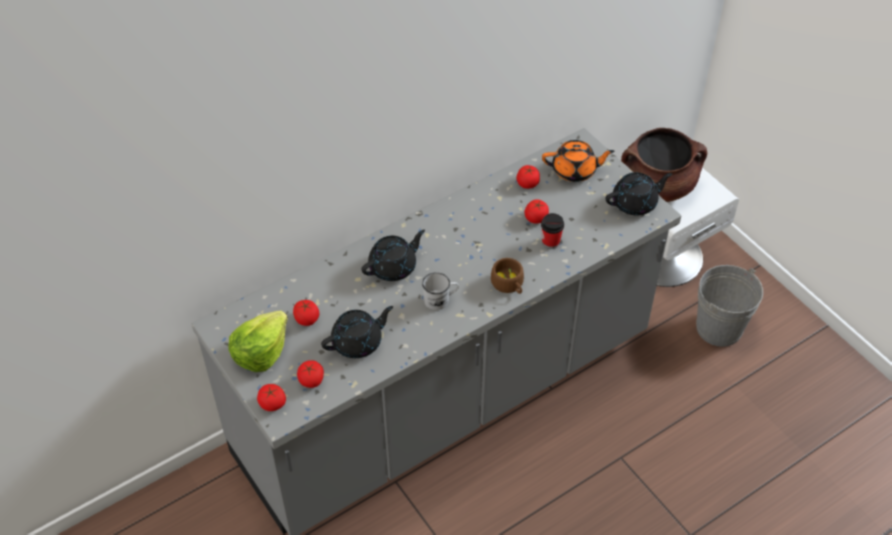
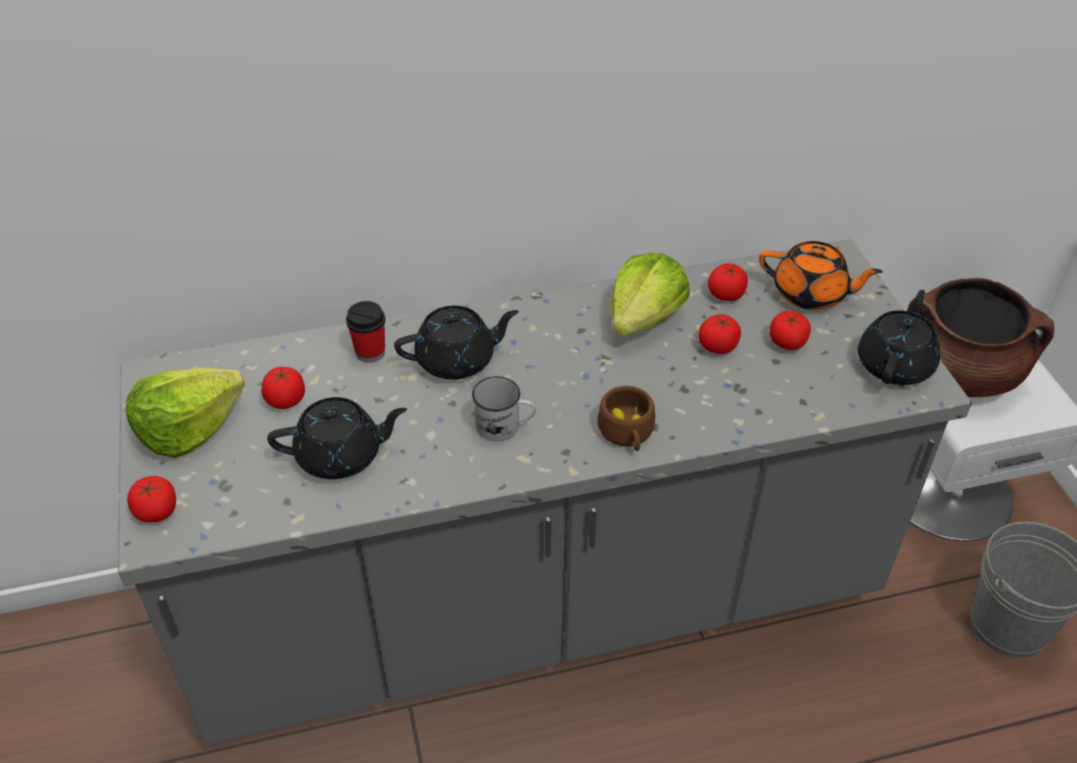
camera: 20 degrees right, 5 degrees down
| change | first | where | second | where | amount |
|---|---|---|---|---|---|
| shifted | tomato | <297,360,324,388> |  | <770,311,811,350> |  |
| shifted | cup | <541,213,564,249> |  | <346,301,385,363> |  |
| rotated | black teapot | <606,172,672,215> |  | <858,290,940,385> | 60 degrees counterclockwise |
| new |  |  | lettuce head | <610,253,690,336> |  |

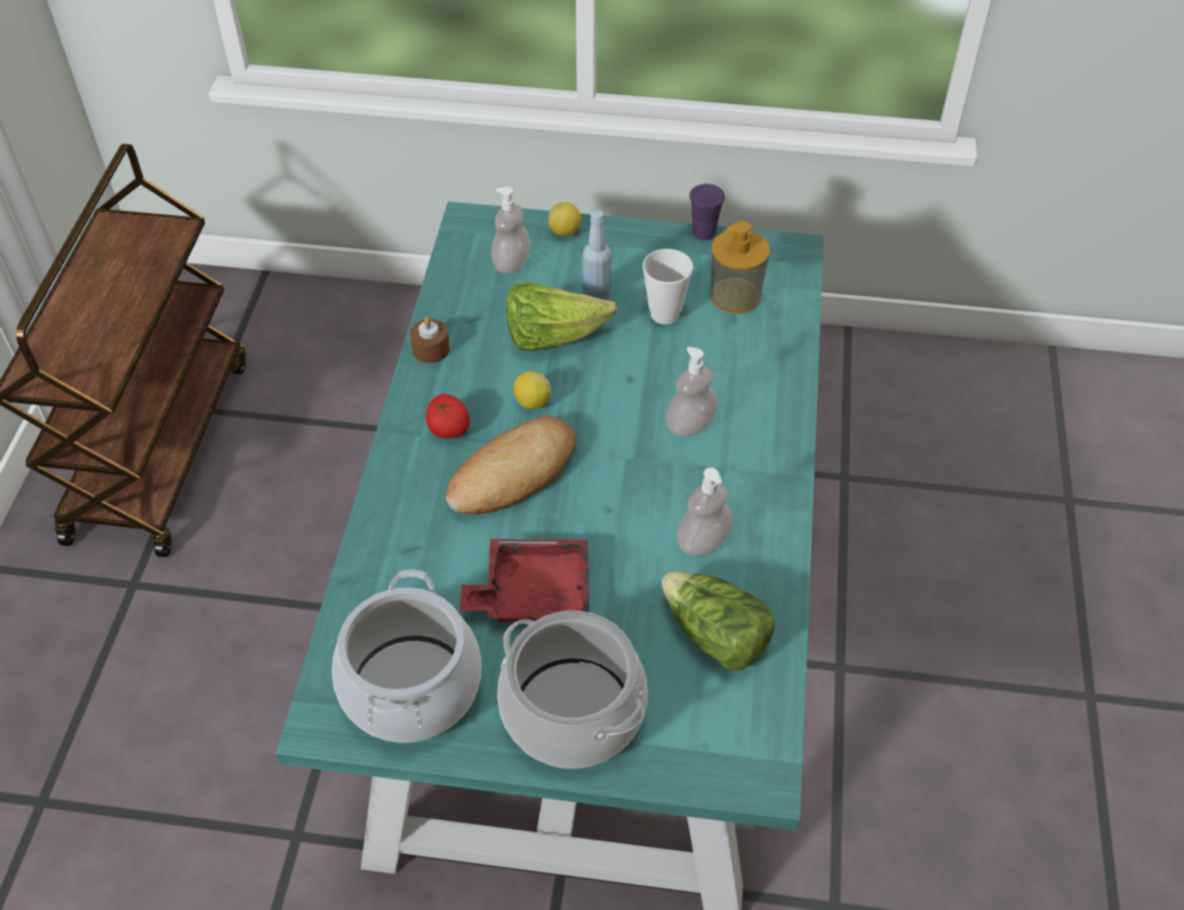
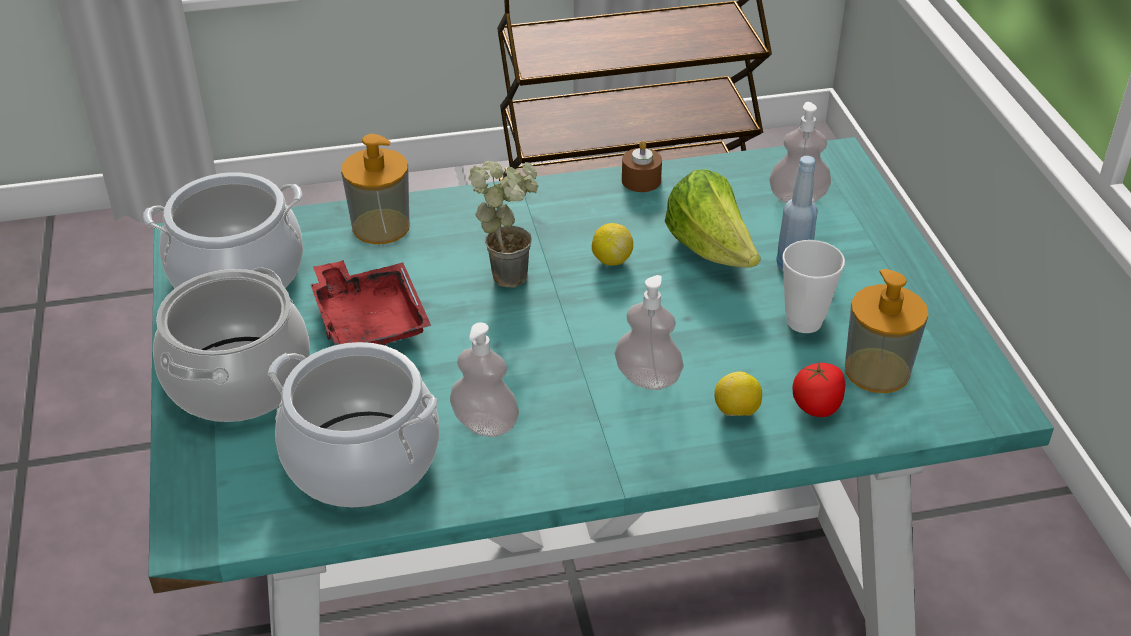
camera: 70 degrees right, 10 degrees down
| change | first | where | second | where | amount |
|---|---|---|---|---|---|
| shifted | tomato | <426,394,470,438> |  | <793,363,845,417> |  |
| swapped | bakery bread | <446,416,576,514> | houseplant | <469,161,539,288> |  |
| shifted | lemon | <548,202,581,236> |  | <714,371,762,416> |  |
| swapped | lettuce head | <662,571,776,671> | saucepot | <268,342,439,508> |  |
| gone | purplish cup | <689,184,725,240> |  |  |  |
| new |  |  | liquid soap bottle | <341,134,410,244> |  |

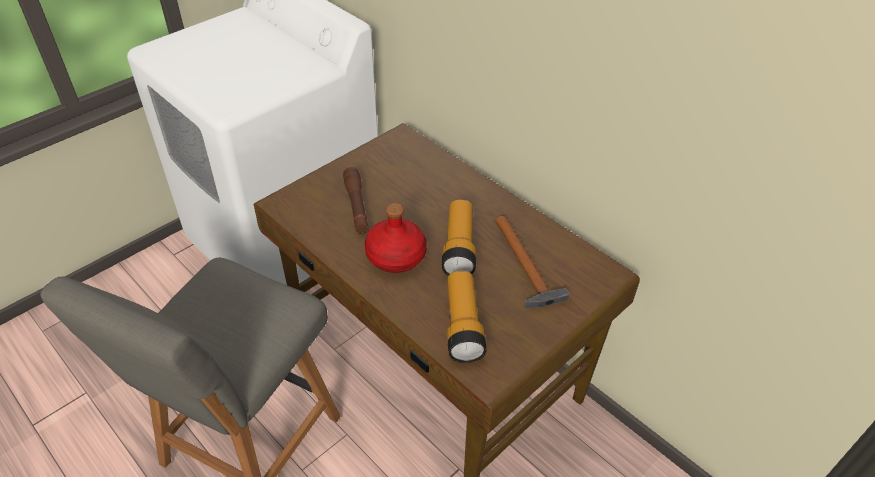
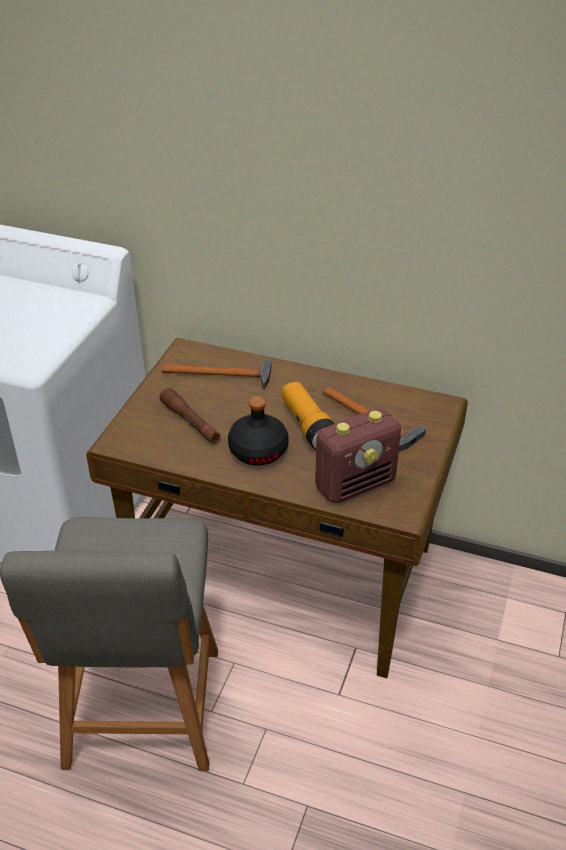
camera: 25 degrees left, 5 degrees down
| change | first | where | second | where | amount |
|---|---|---|---|---|---|
| repainted | red drink bottle | <364,203,427,273> | black drink bottle | <228,396,289,465> |  |
| swapped | flashlight | <447,271,486,363> | radio receiver | <315,408,401,504> |  |
| new |  |  | tool hammer | <162,359,272,390> |  |

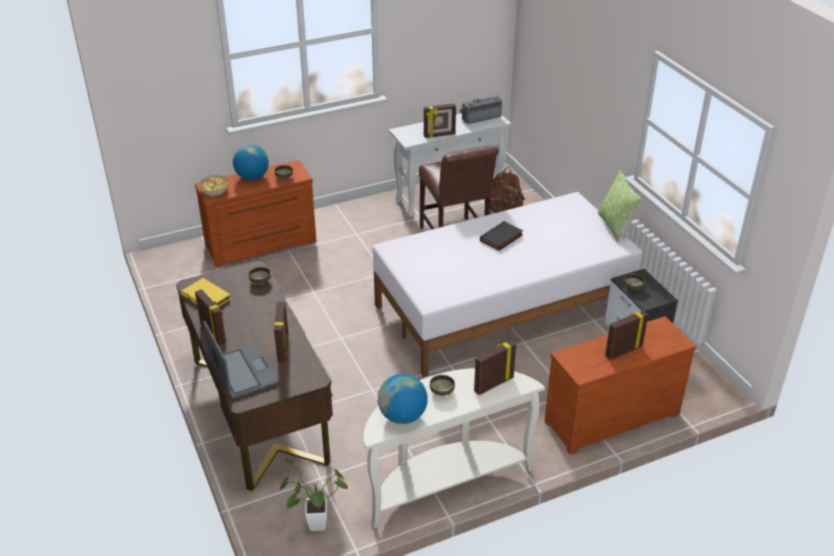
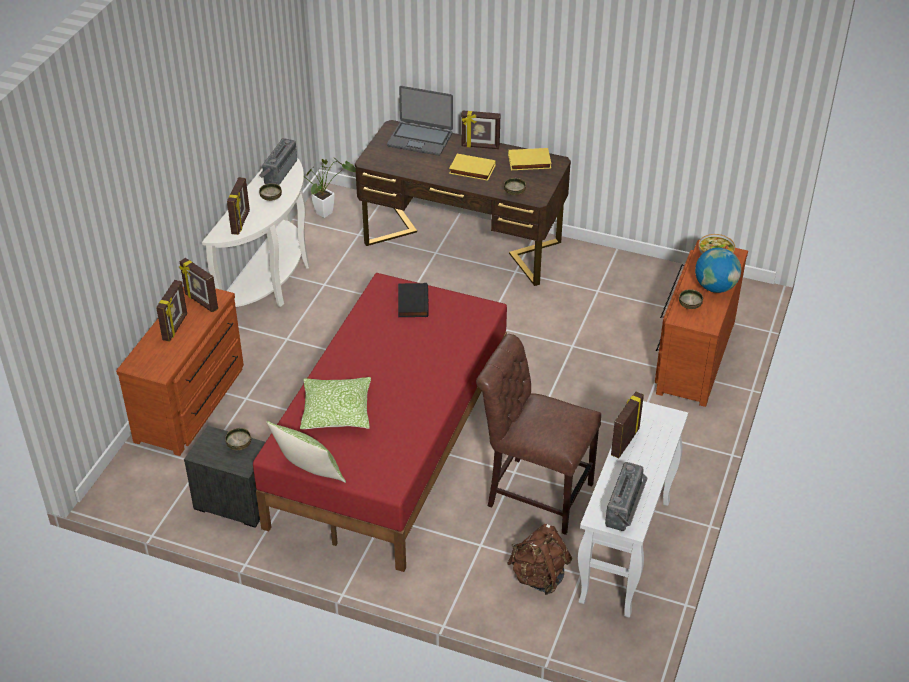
camera: 135 degrees right, 5 degrees up
| change | first | where | second | where | amount |
|---|---|---|---|---|---|
| shifted | standing frame | <274,302,289,363> |  | <179,258,218,313> |  |
| repainted | whitish bed | <373,192,643,377> | red bed | <253,273,507,572> |  |
| swapped | world globe | <378,374,428,424> | radio receiver | <259,138,297,185> |  |
| shifted | black volume | <480,221,523,251> |  | <398,283,429,317> |  |
| new |  |  | pillow | <300,377,371,429> |  |
| new |  |  | yellowish volume | <449,154,496,181> |  |

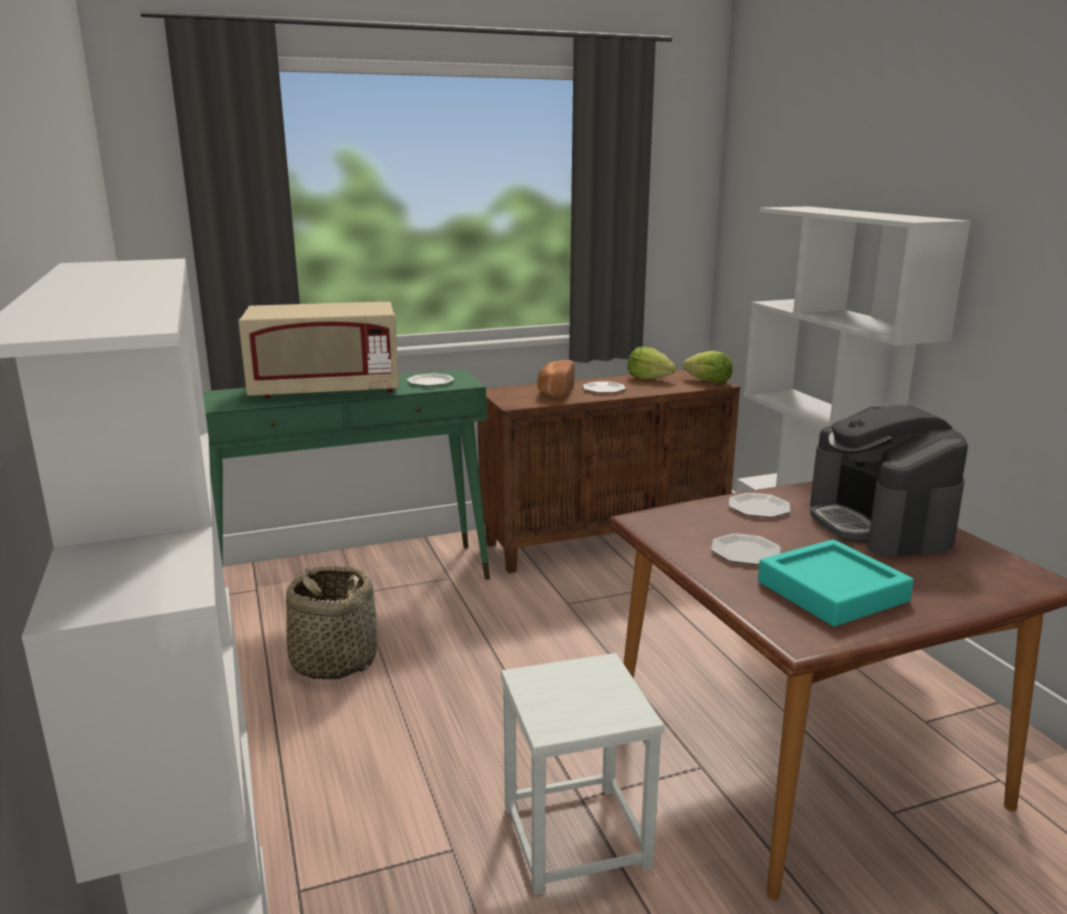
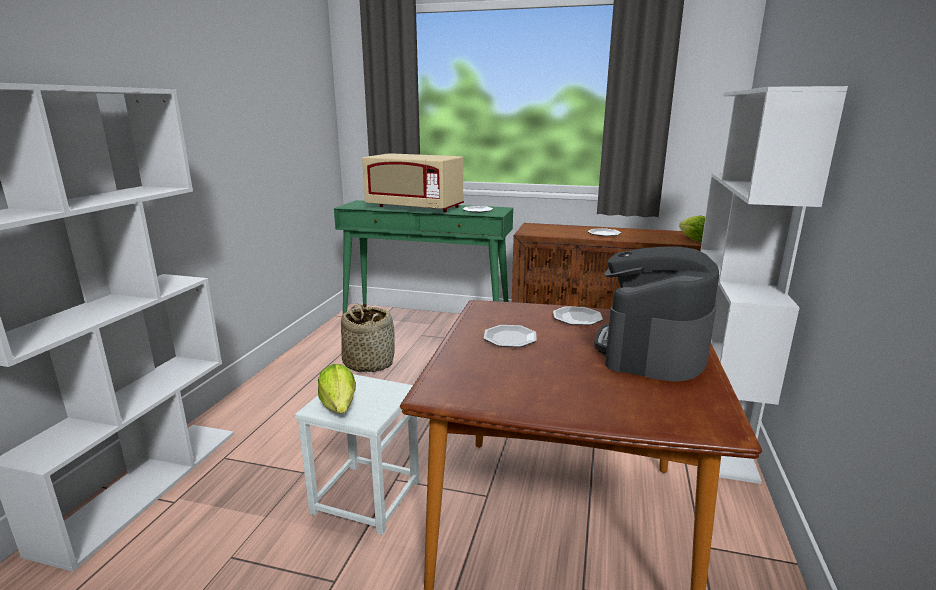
camera: 35 degrees right, 0 degrees up
| change | first | where | second | where | amount |
|---|---|---|---|---|---|
| gone | bakery bread | <537,360,575,399> |  |  |  |
| shifted | lettuce head | <627,347,676,380> |  | <318,364,356,414> |  |
| gone | blue-green carrying tray | <758,539,914,627> |  |  |  |

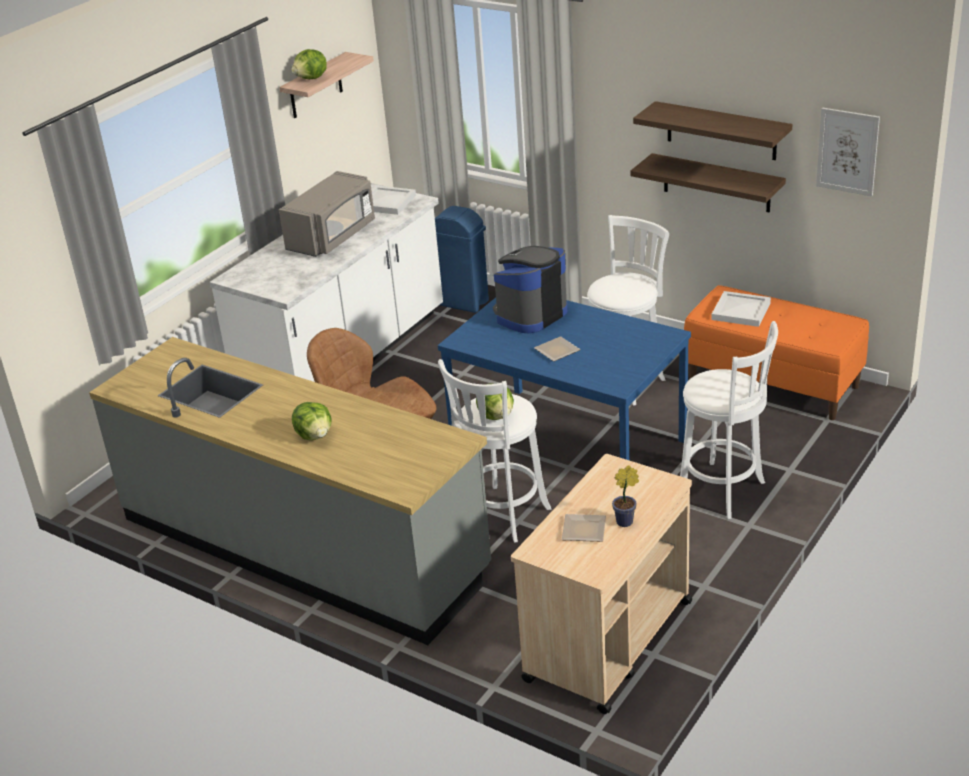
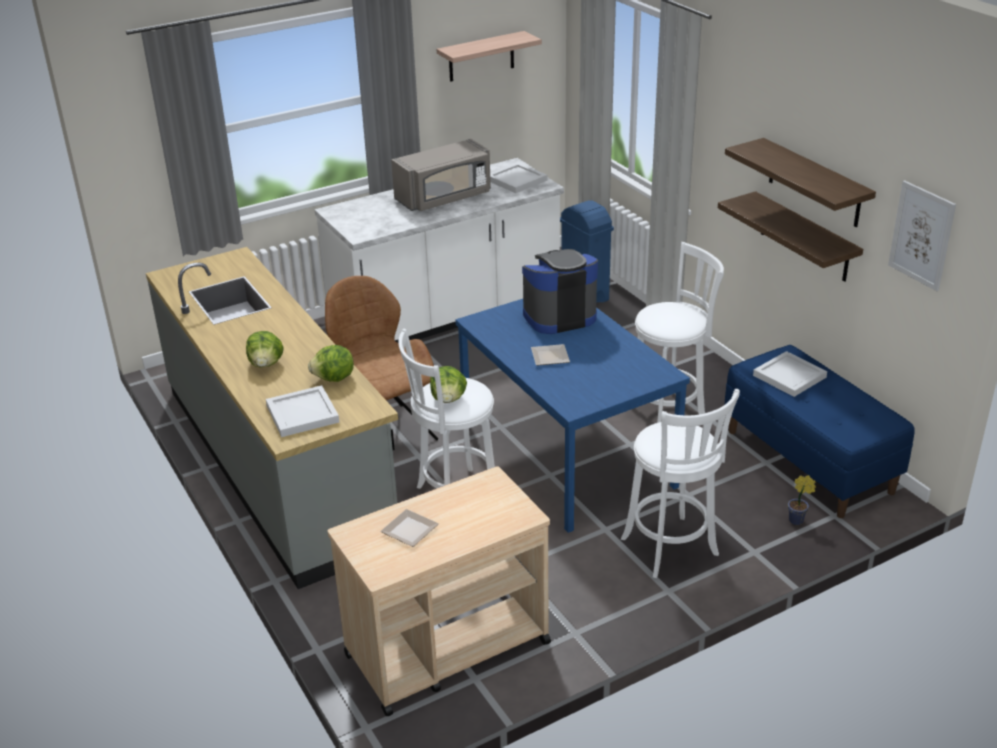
camera: 25 degrees right, 0 degrees up
| change | first | where | second | where | amount |
|---|---|---|---|---|---|
| shifted | lettuce head | <291,49,327,79> |  | <308,345,354,382> |  |
| shifted | houseplant | <612,465,639,527> |  | <788,475,816,525> |  |
| repainted | orange-coloured long seat | <684,285,869,420> | blue-coloured long seat | <724,345,914,518> |  |
| new |  |  | whitish carrying tray | <266,385,339,437> |  |

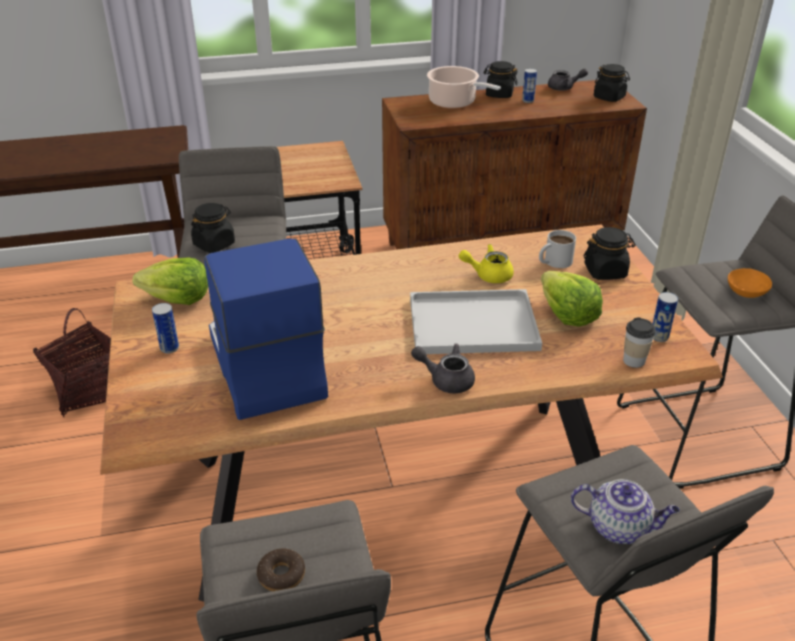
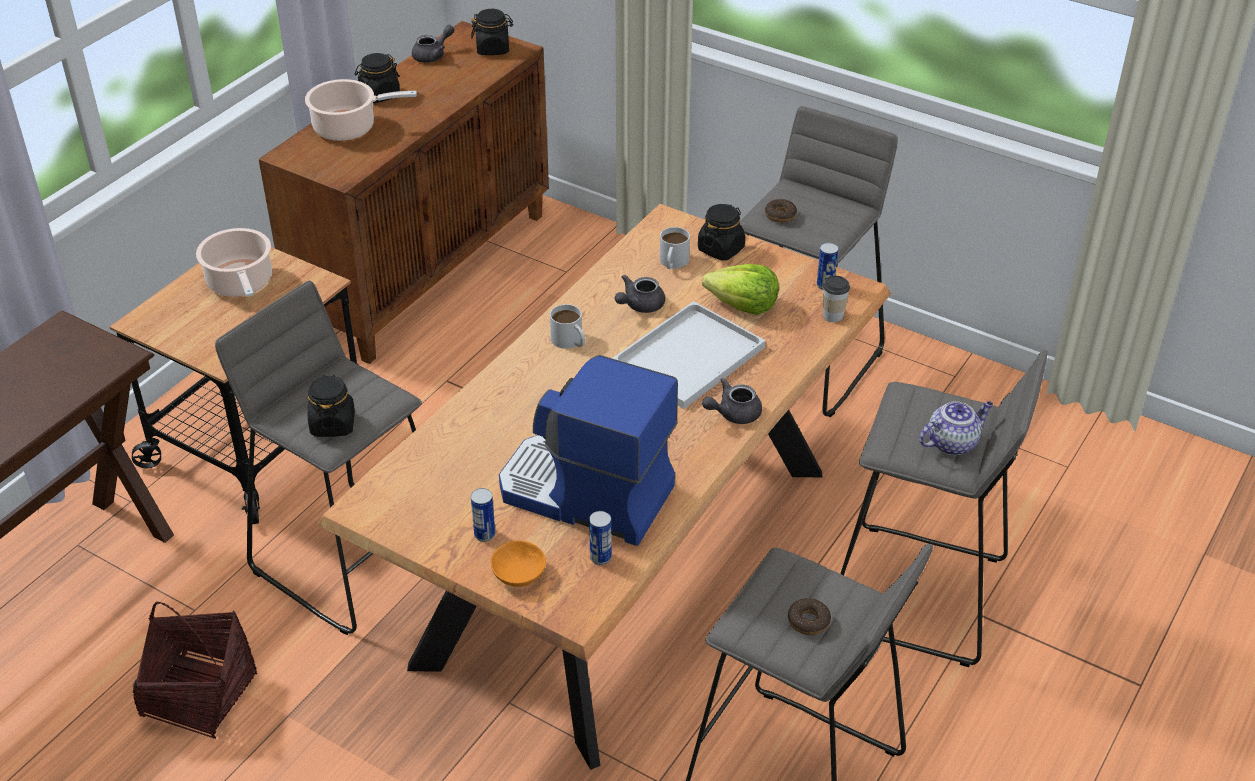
camera: 45 degrees left, 5 degrees up
| change | first | where | second | where | amount |
|---|---|---|---|---|---|
| gone | lettuce head | <132,257,208,305> |  |  |  |
| repainted | yellowish teapot | <459,244,514,283> | gray teapot | <615,275,665,313> |  |
| shifted | sealed can | <522,68,537,103> |  | <589,511,612,565> |  |
| shifted | orange-coloured bowl | <728,268,772,298> |  | <491,541,546,587> |  |
| new |  |  | saucepot | <196,228,272,297> |  |
| new |  |  | whitish coffee mug | <550,304,585,349> |  |
| new |  |  | doughnut | <765,199,797,223> |  |

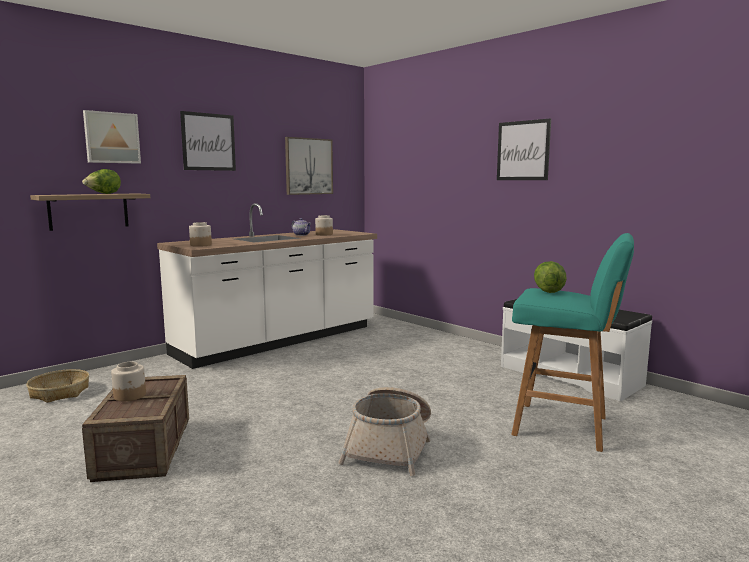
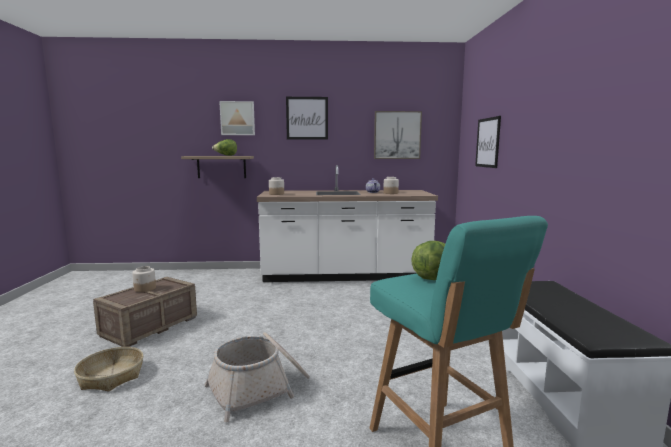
camera: 40 degrees right, 0 degrees up
| change | first | where | second | where | amount |
|---|---|---|---|---|---|
| shifted | basket | <26,369,89,403> |  | <74,347,143,391> |  |
| shifted | wall art | <497,118,551,180> |  | <475,116,501,168> |  |

